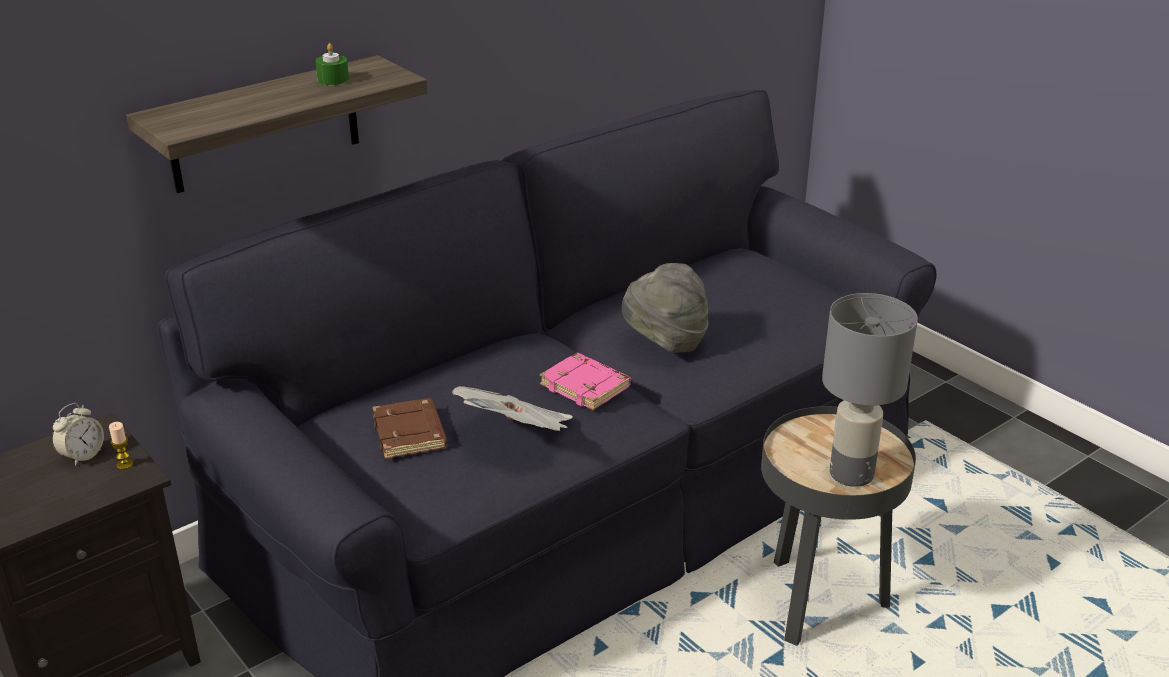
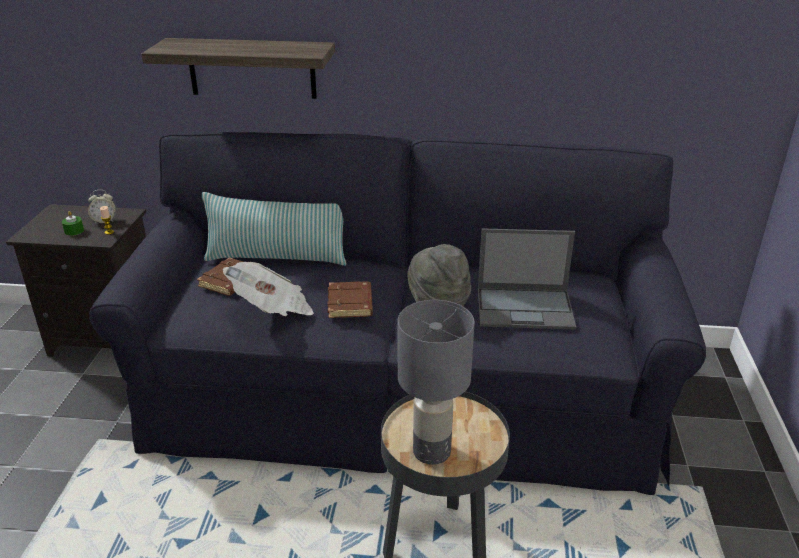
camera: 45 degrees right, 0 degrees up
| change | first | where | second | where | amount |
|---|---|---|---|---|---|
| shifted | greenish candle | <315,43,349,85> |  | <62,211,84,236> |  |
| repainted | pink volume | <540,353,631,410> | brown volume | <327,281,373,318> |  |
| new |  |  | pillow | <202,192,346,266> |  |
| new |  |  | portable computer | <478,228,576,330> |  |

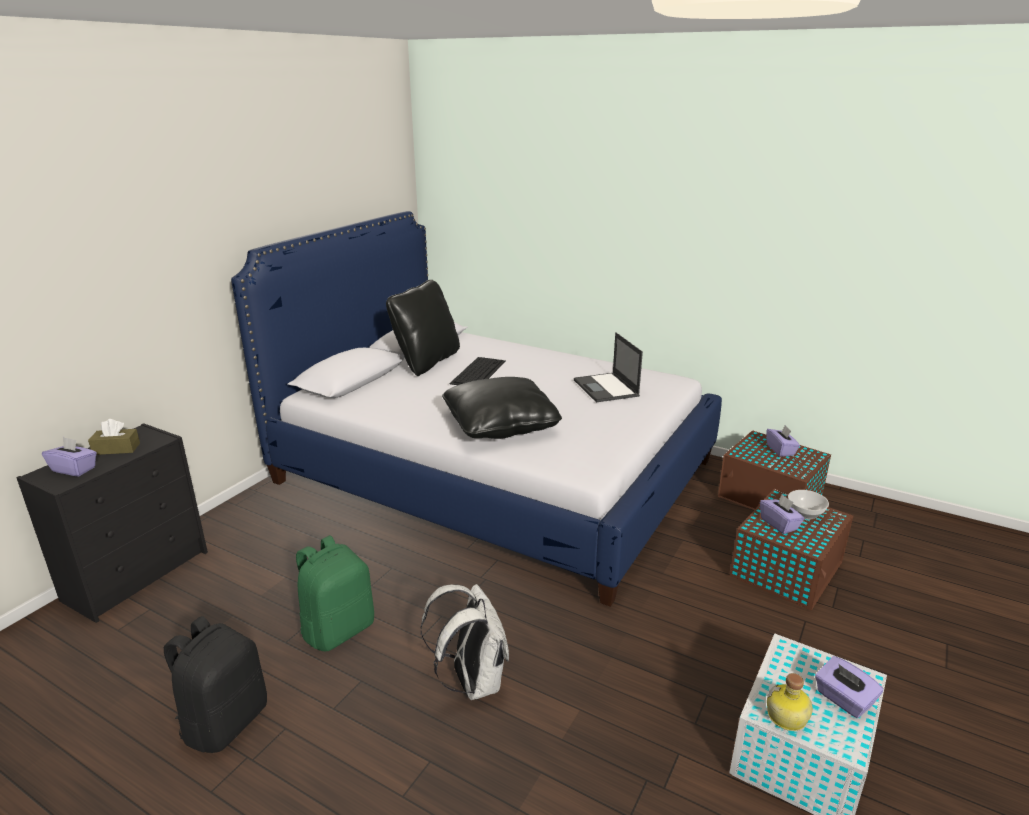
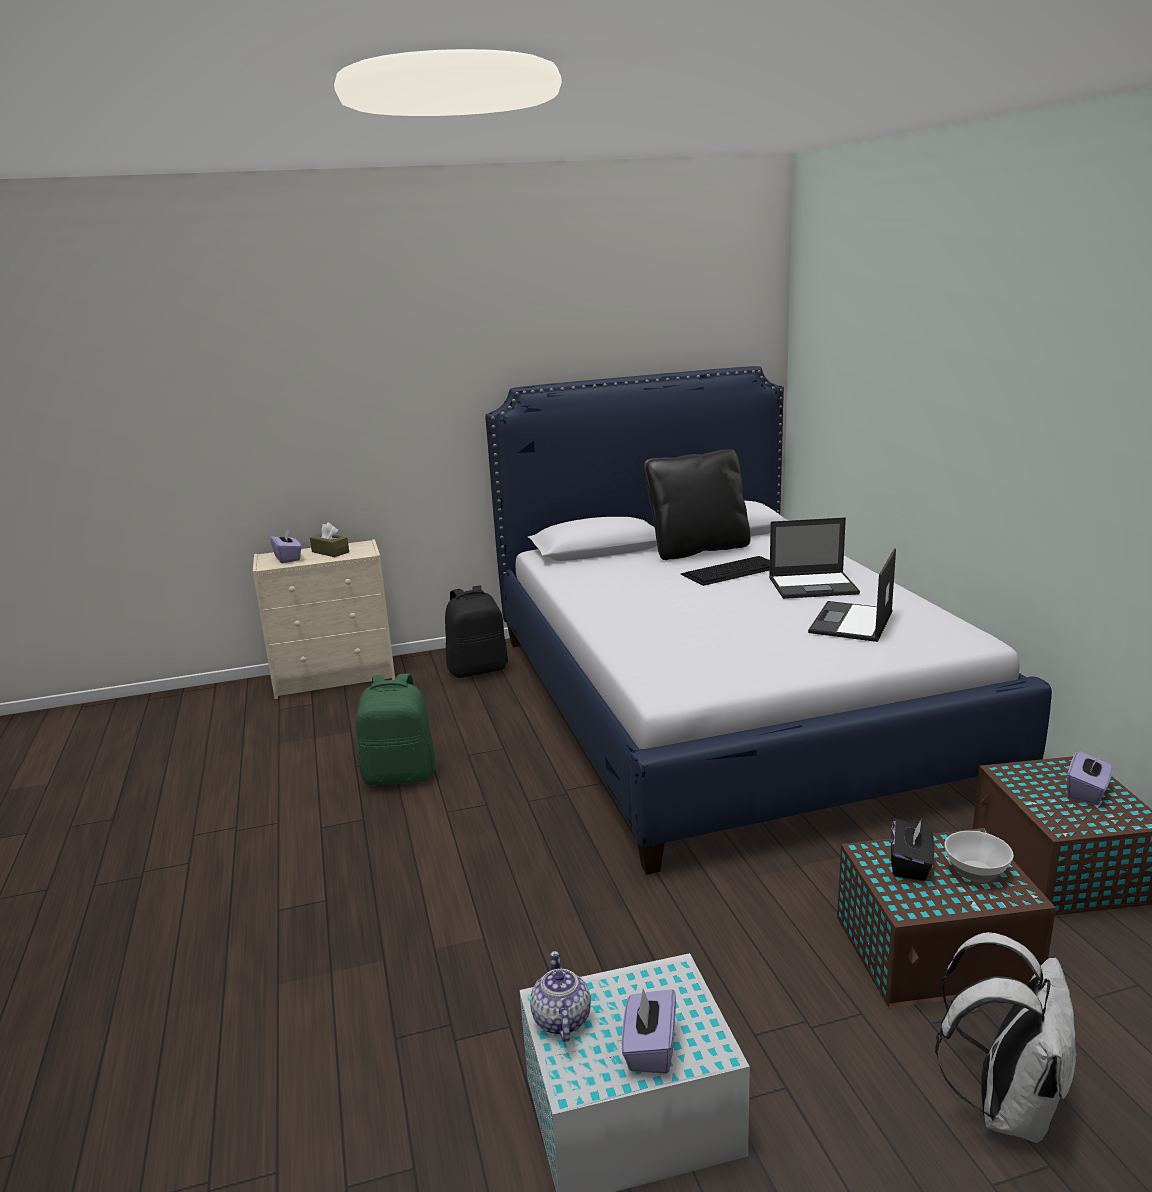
camera: 45 degrees right, 5 degrees down
| change | first | where | second | where | amount |
|---|---|---|---|---|---|
| repainted | black chest of drawers | <17,423,208,623> | beige-coloured chest of drawers | <253,539,395,699> |  |
| shifted | black backpack | <164,616,267,753> |  | <445,586,508,678> |  |
| shifted | whitish backpack | <420,584,509,700> |  | <935,932,1077,1143> |  |
| gone | black pillow | <442,377,562,439> |  |  |  |
| repainted | purplish box of tissues | <760,495,805,534> | black box of tissues | <891,818,934,881> |  |
| swapped | drink bottle | <767,673,813,731> | teapot | <530,951,591,1042> |  |
| new |  |  | portable computer | <769,517,860,599> |  |

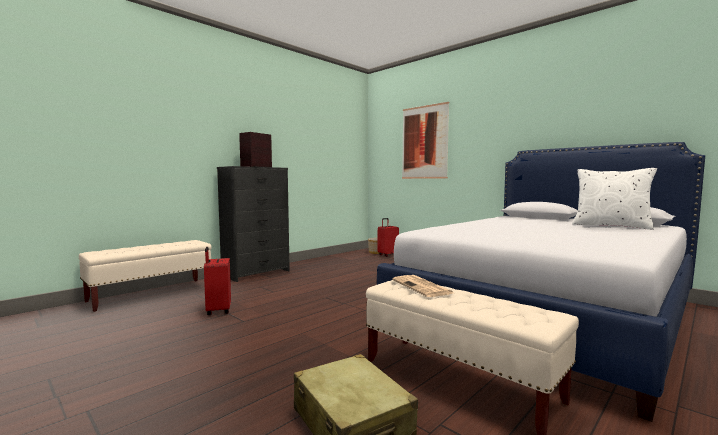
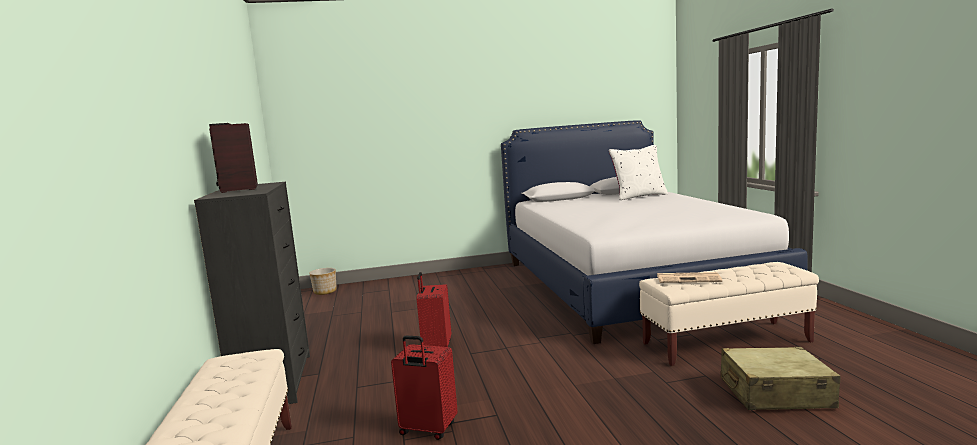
camera: 55 degrees left, 5 degrees up
| change | first | where | second | where | amount |
|---|---|---|---|---|---|
| shifted | red suitcase | <378,218,399,257> |  | <416,272,451,347> |  |
| gone | wall art | <402,102,449,179> |  |  |  |

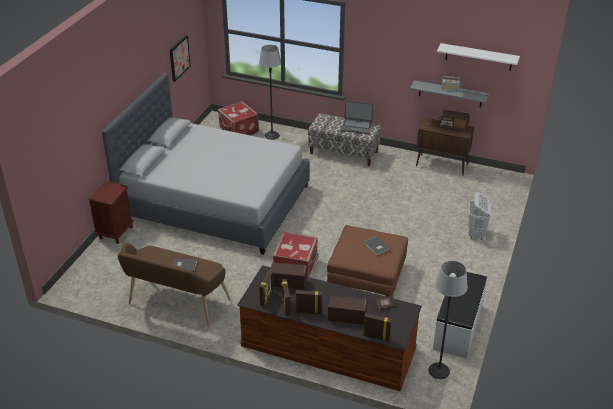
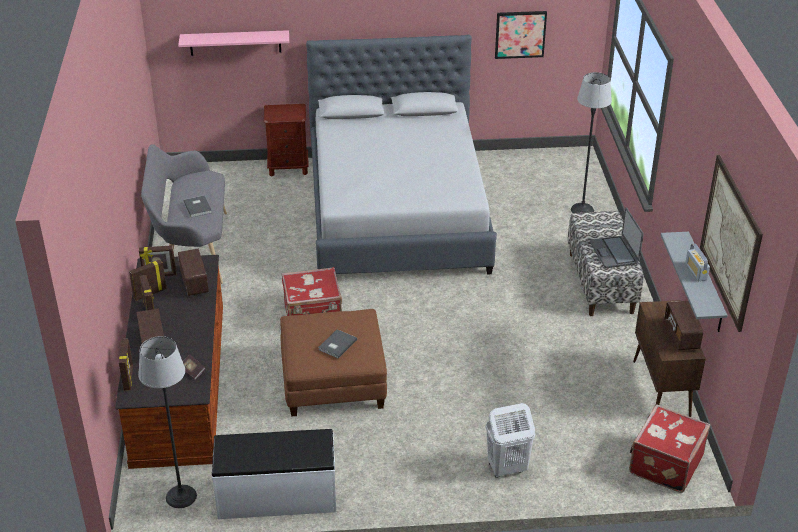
camera: 65 degrees right, 0 degrees up
| change | first | where | second | where | amount |
|---|---|---|---|---|---|
| repainted | brown long seat | <117,243,231,327> | gray long seat | <141,144,227,284> |  |
| shifted | red suitcase | <218,101,259,136> |  | <629,404,710,493> |  |
| swapped | whitish shelf | <437,43,520,71> | wall art | <700,155,763,332> |  |
| new |  |  | pink shelf | <178,30,289,56> |  |

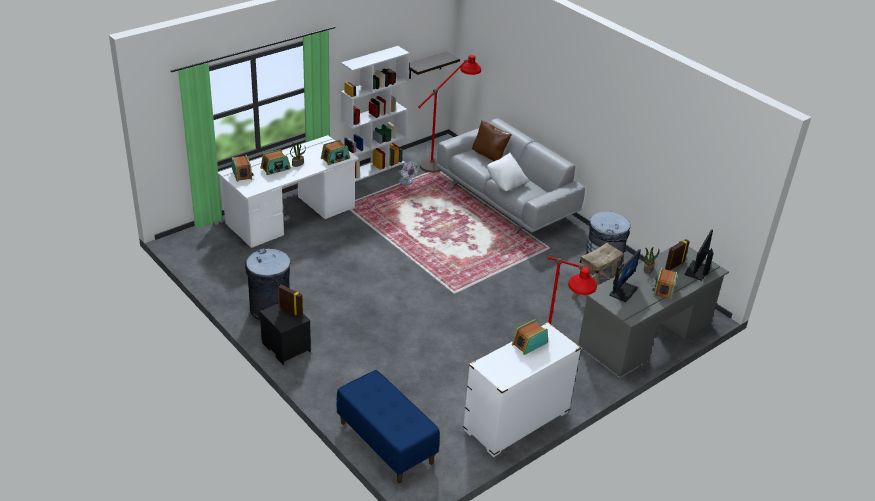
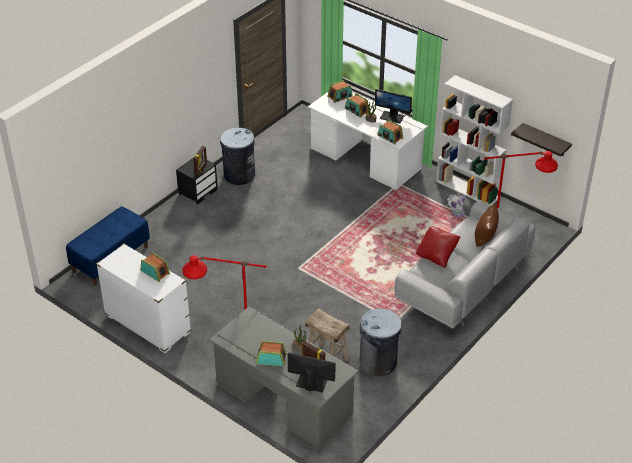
camera: 80 degrees right, 5 degrees up
| change | first | where | second | where | amount |
|---|---|---|---|---|---|
| repainted | whitish pillow | <486,153,529,191> | red pillow | <416,226,461,268> |  |
| shifted | computer display | <609,249,641,302> |  | <375,89,412,123> |  |

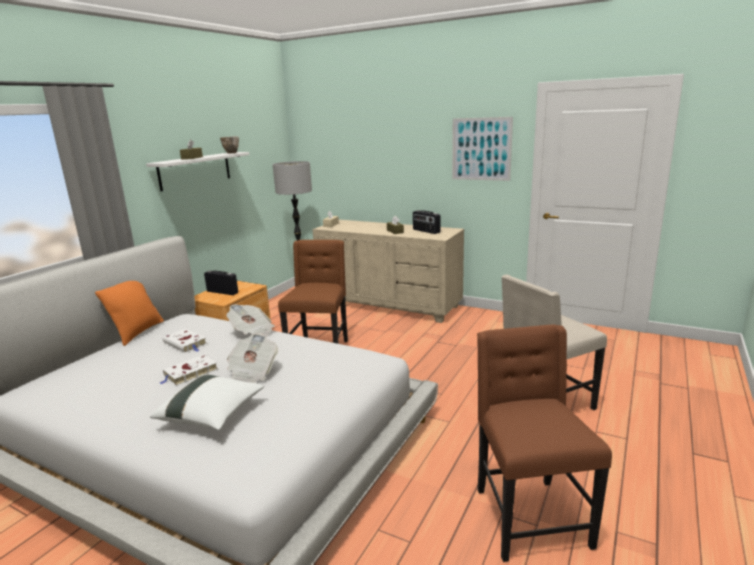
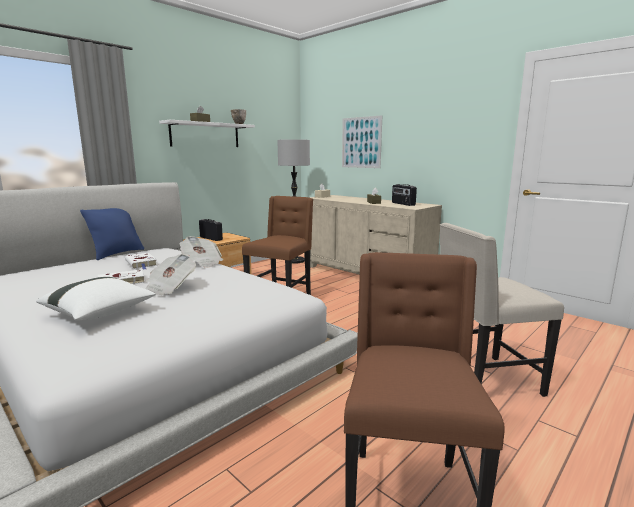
camera: 15 degrees right, 5 degrees down
| change | first | where | second | where | amount |
|---|---|---|---|---|---|
| repainted | orange-coloured pillow | <95,281,164,346> | blue-coloured pillow | <80,208,144,260> |  |
| shifted | wall art | <452,117,513,181> |  | <342,115,383,168> |  |

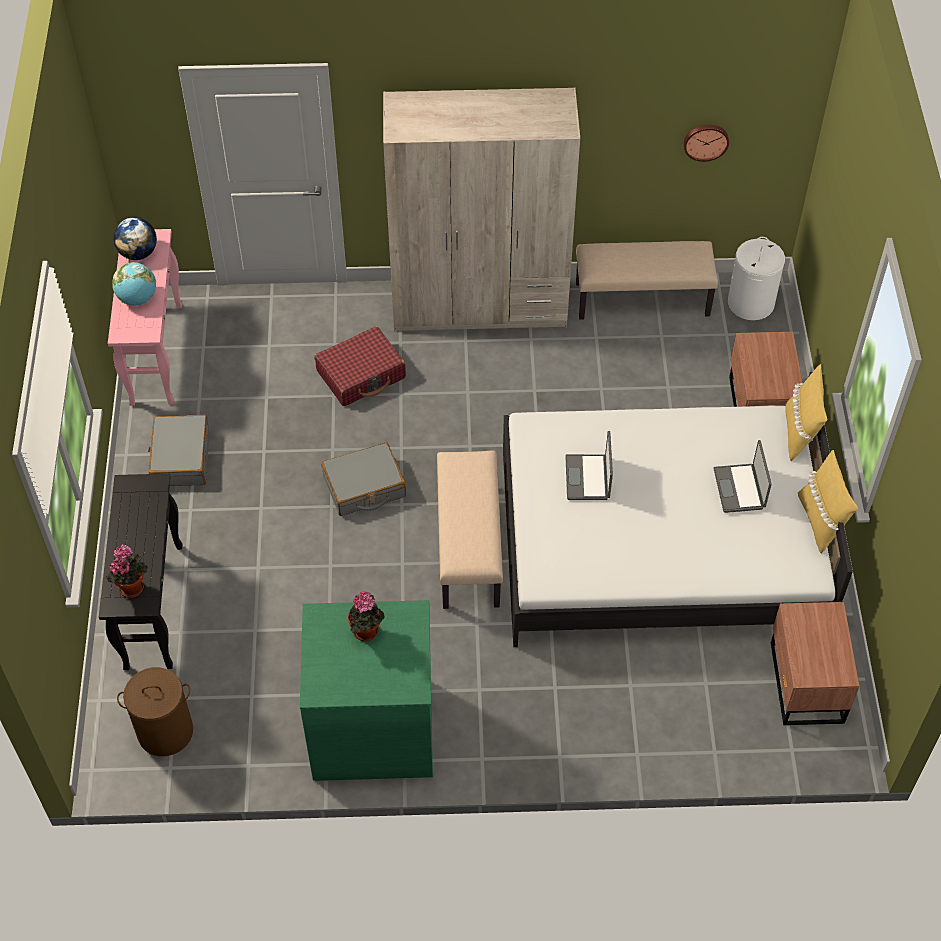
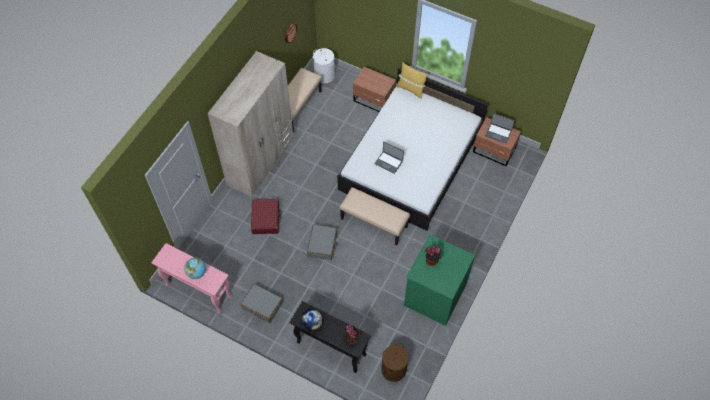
camera: 60 degrees left, 5 degrees up
| change | first | where | second | where | amount |
|---|---|---|---|---|---|
| shifted | world globe | <113,217,157,260> |  | <301,309,323,331> |  |
| shifted | portable computer | <713,440,772,513> |  | <485,113,515,143> |  |
| gone | yellowish pillow | <798,450,858,554> |  |  |  |

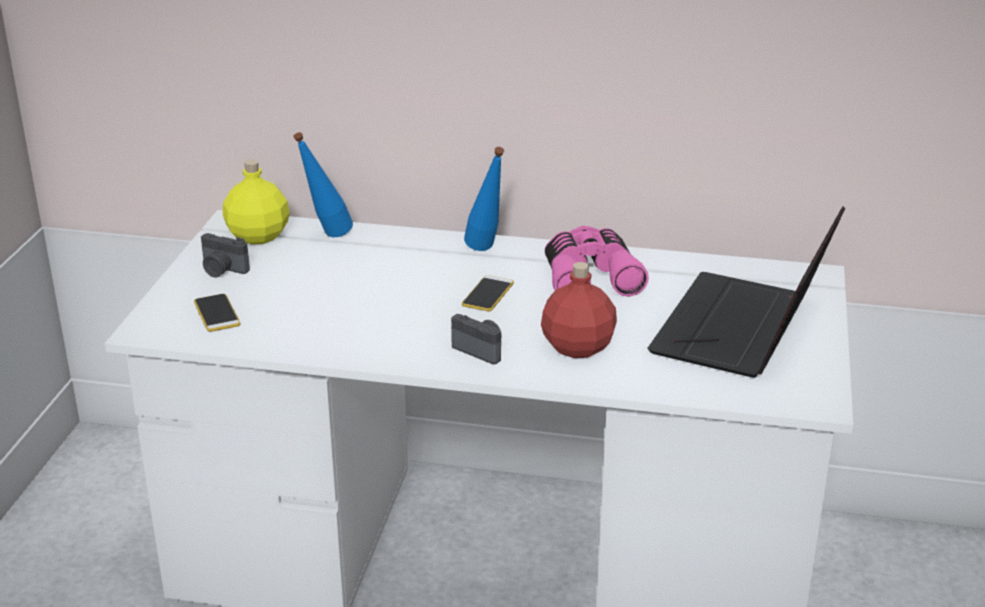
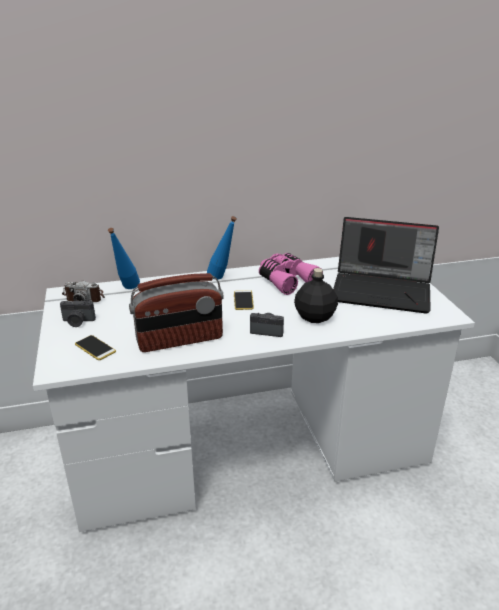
camera: 25 degrees left, 0 degrees up
| change | first | where | second | where | amount |
|---|---|---|---|---|---|
| swapped | yellowish drink bottle | <223,160,290,244> | still camera | <62,280,105,302> |  |
| repainted | red drink bottle | <541,262,617,358> | black drink bottle | <294,268,338,323> |  |
| rotated | portable computer | <648,206,845,378> |  | <333,217,439,314> | 75 degrees counterclockwise |
| new |  |  | radio receiver | <129,273,224,352> |  |

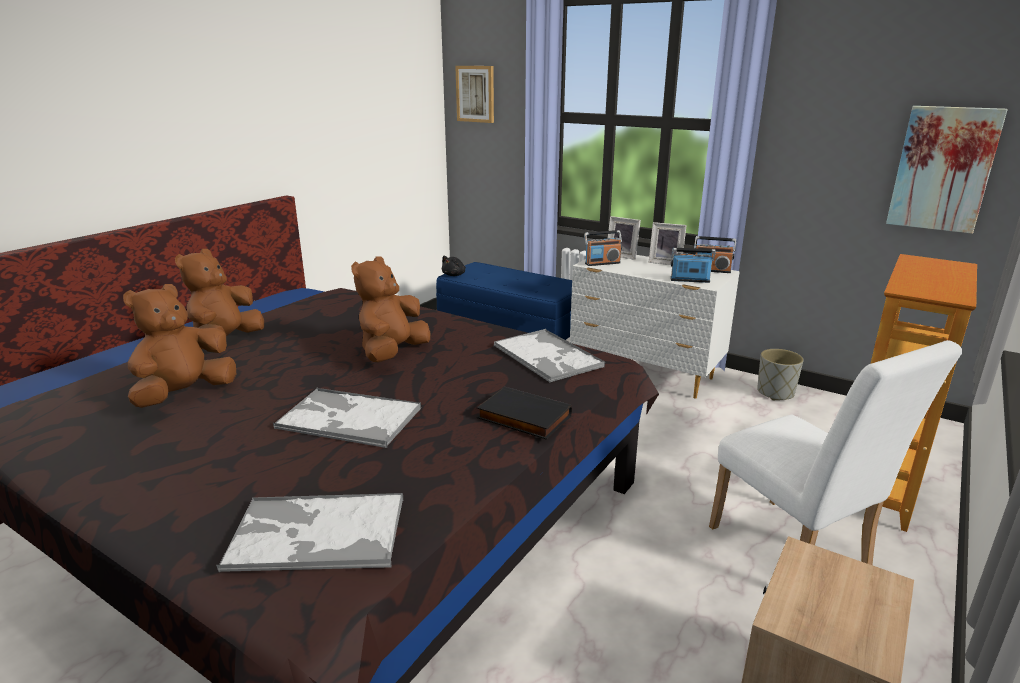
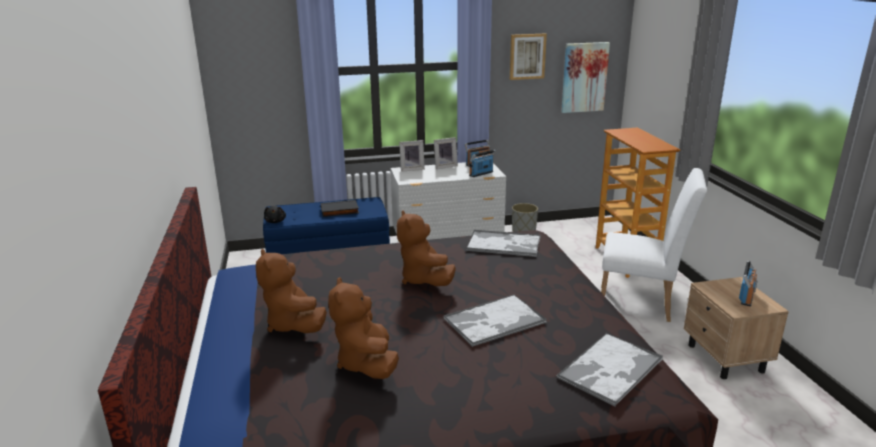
camera: 45 degrees left, 0 degrees up
| change | first | where | second | where | amount |
|---|---|---|---|---|---|
| shifted | wall art | <455,66,494,123> |  | <510,33,547,80> |  |
| shifted | black volume | <477,387,572,440> |  | <321,200,359,217> |  |
| shifted | radio receiver | <584,230,622,266> |  | <739,261,757,306> |  |

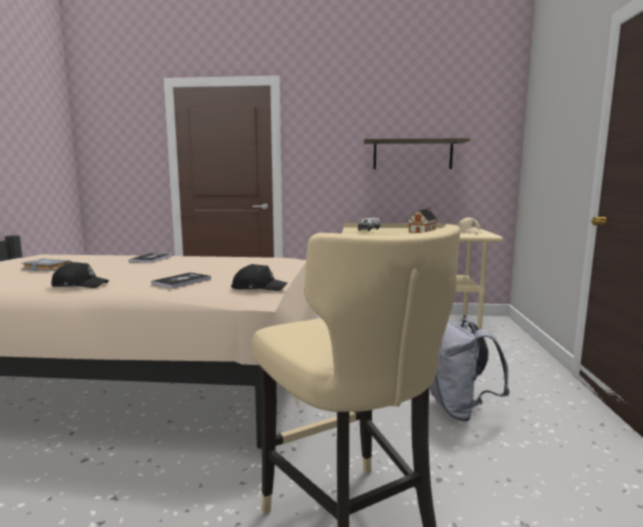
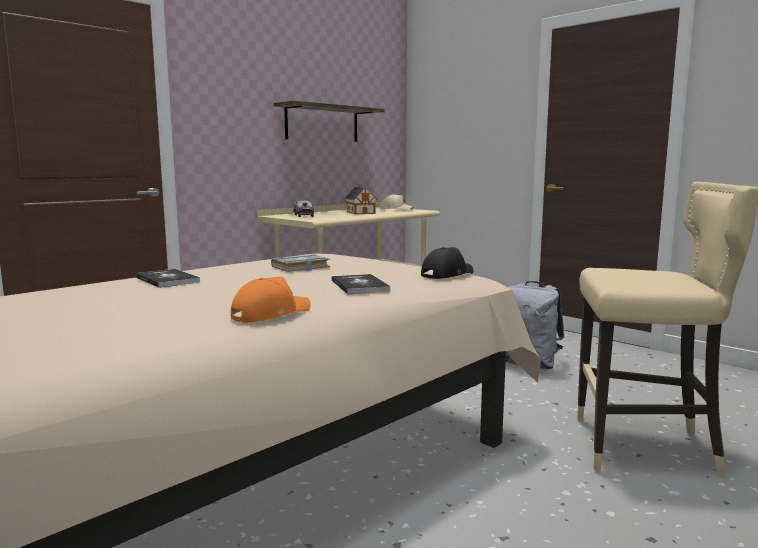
camera: 50 degrees left, 0 degrees up
| change | first | where | second | where | amount |
|---|---|---|---|---|---|
| shifted | gray volume | <20,259,72,271> |  | <271,254,330,272> |  |
| repainted | black baseball cap | <51,262,109,288> | orange-coloured baseball cap | <231,277,311,322> |  |

